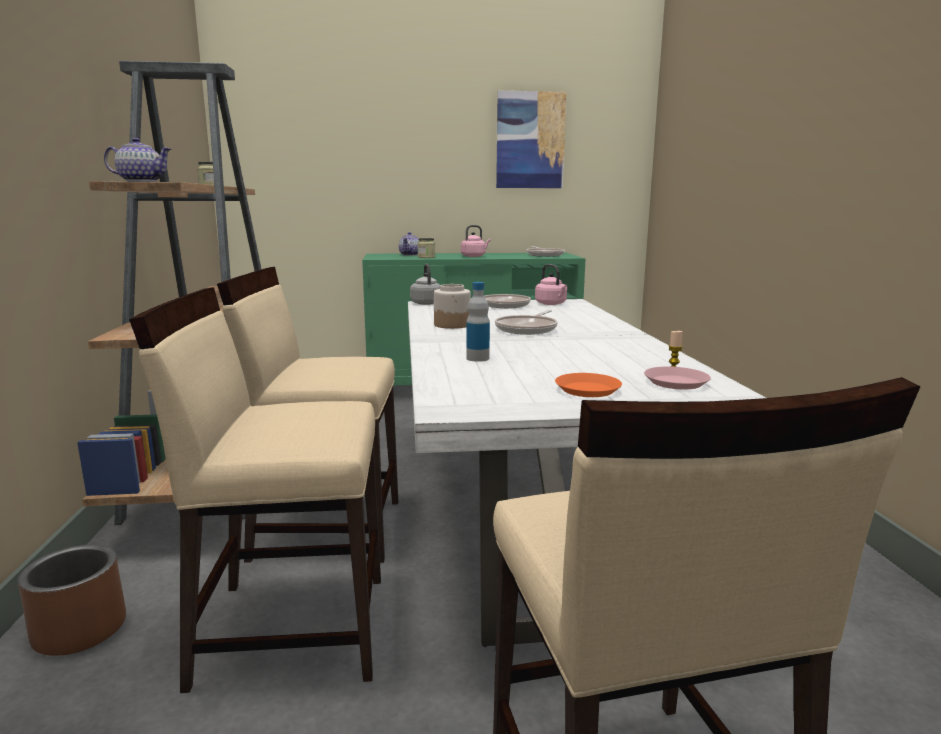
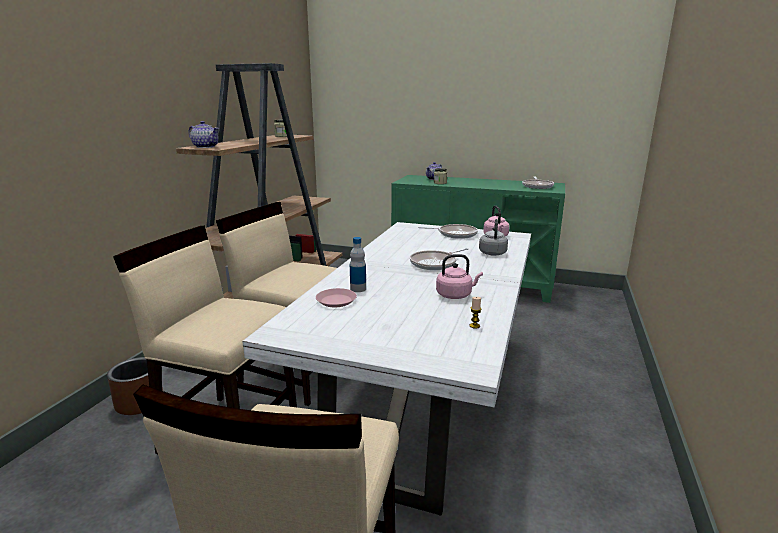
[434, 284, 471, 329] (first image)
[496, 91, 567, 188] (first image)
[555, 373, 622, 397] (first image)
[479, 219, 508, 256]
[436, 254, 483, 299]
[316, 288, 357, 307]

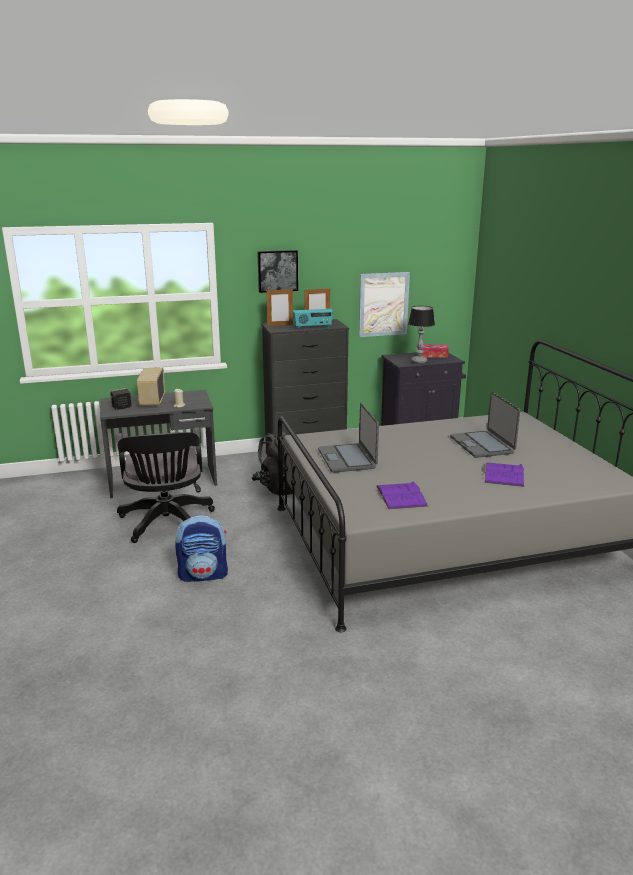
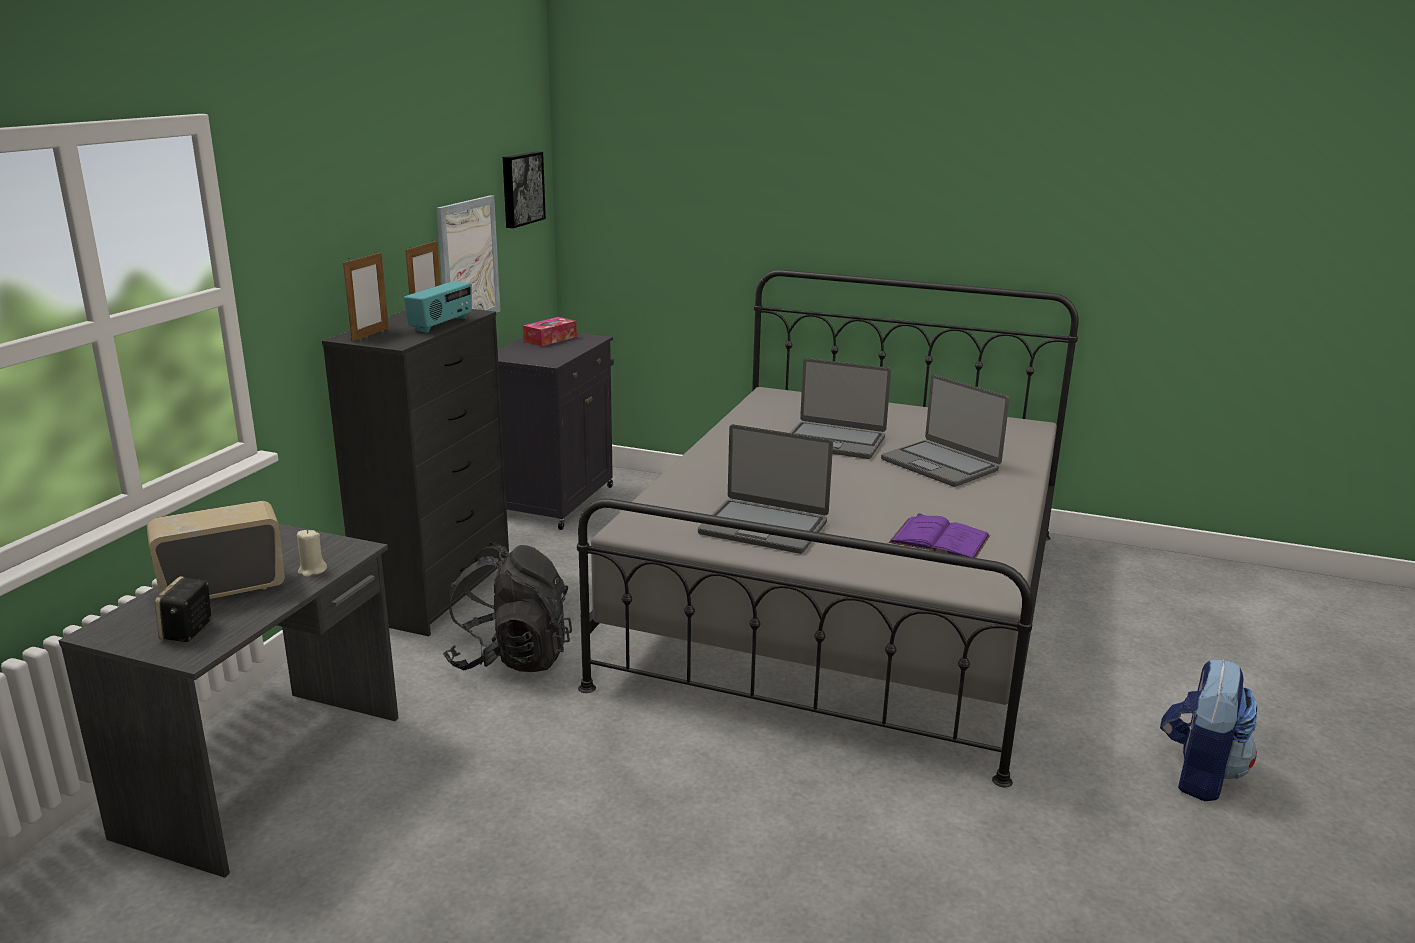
[117, 427, 215, 543] (first image)
[408, 306, 435, 364] (first image)
[1160, 658, 1258, 801]
[503, 151, 546, 228]
[881, 375, 1010, 487]
[147, 501, 285, 599]

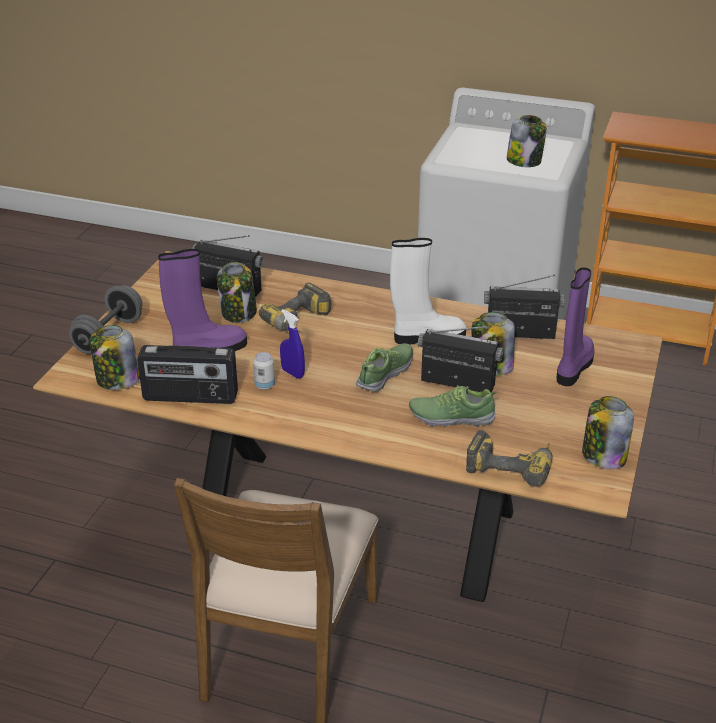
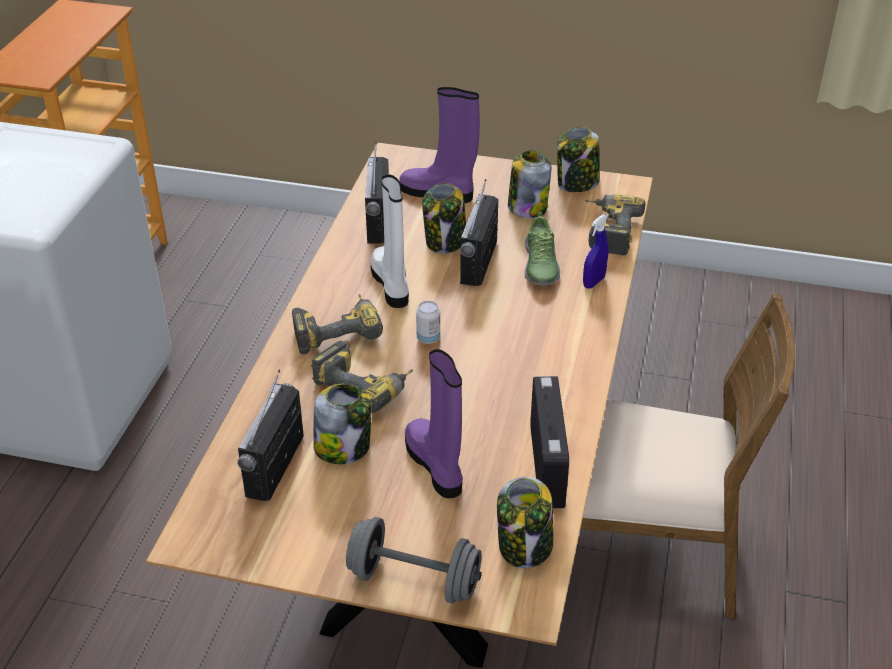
[356, 343, 413, 392] (first image)
[292, 294, 383, 354]
[416, 301, 440, 344]
[583, 214, 608, 289]
[508, 150, 551, 218]

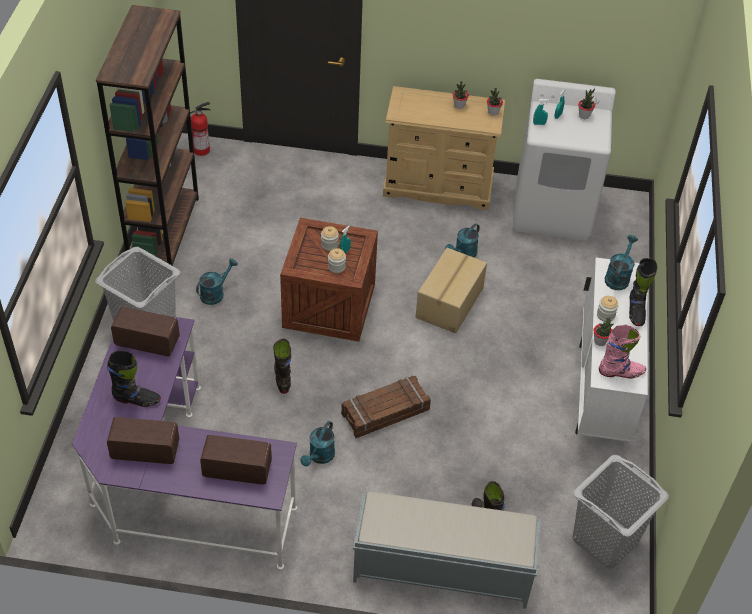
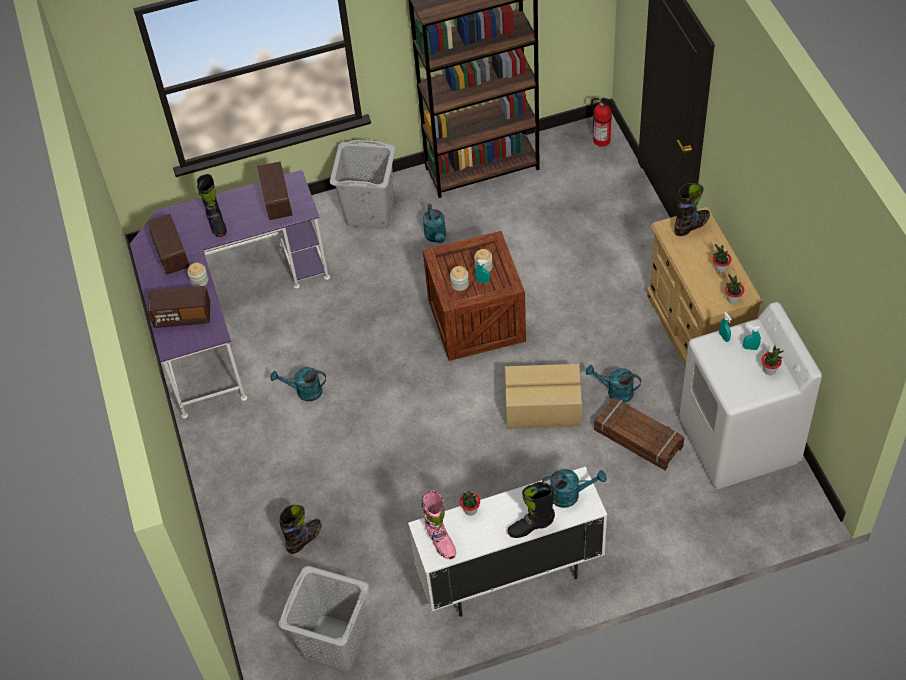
[353, 491, 541, 608] (first image)
[674, 183, 710, 236]
[594, 398, 684, 470]
[187, 263, 208, 287]
[423, 203, 446, 243]
[148, 286, 210, 328]

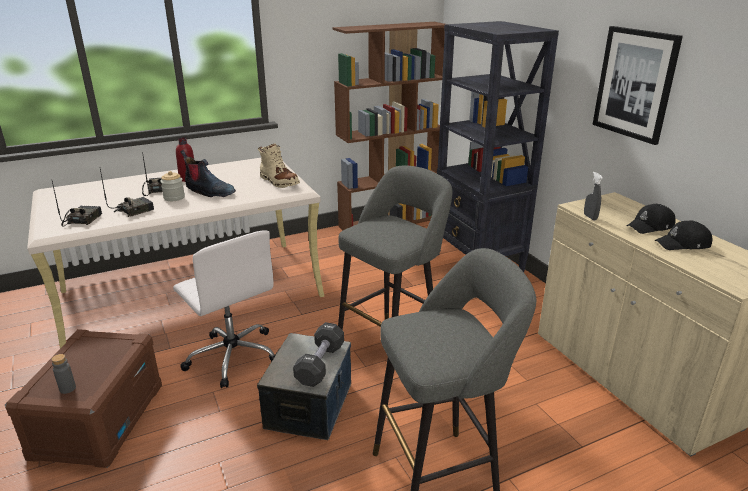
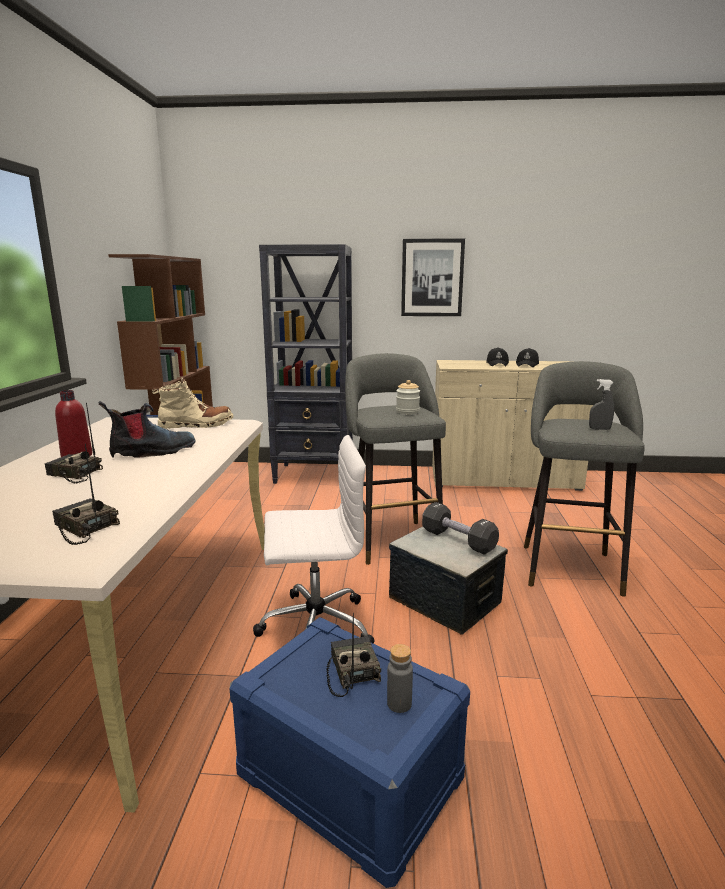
[326, 613, 381, 697]
[396, 380, 420, 414]
[589, 379, 614, 430]
[230, 617, 470, 888]

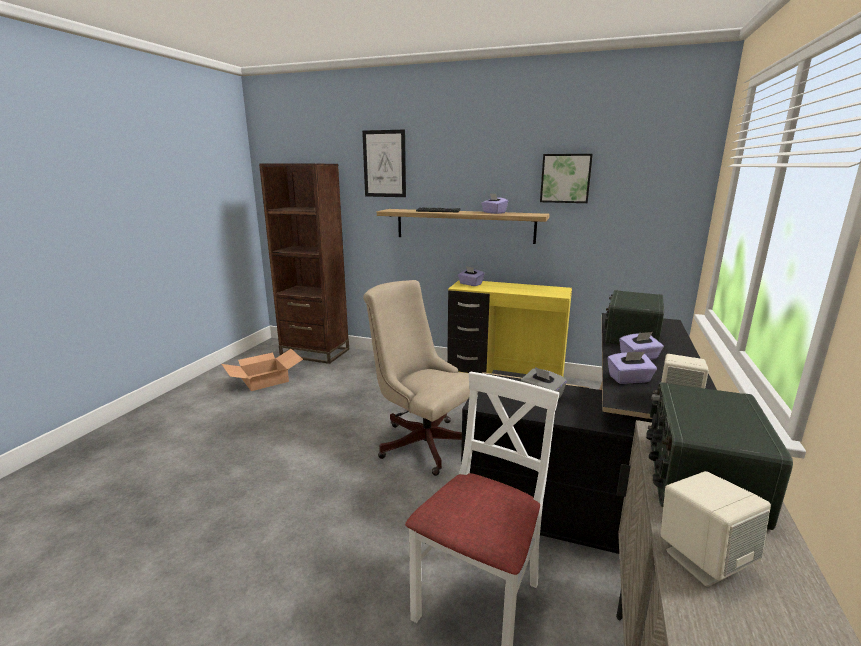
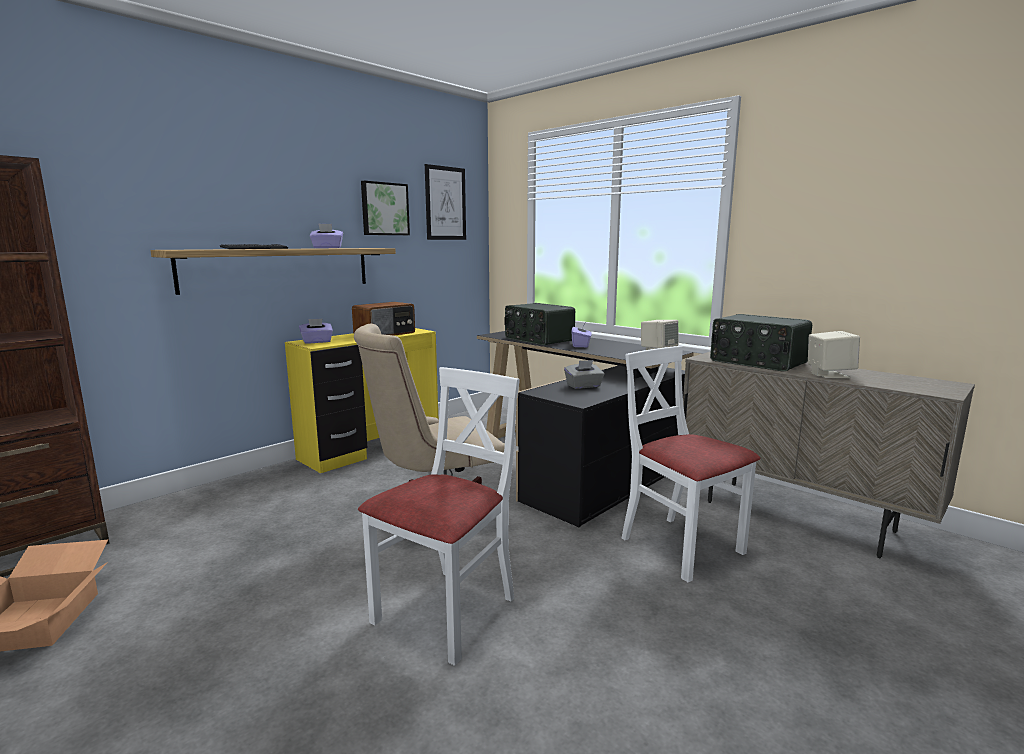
[607, 352, 657, 384] (first image)
[352, 302, 415, 336]
[358, 367, 520, 666]
[425, 164, 466, 240]

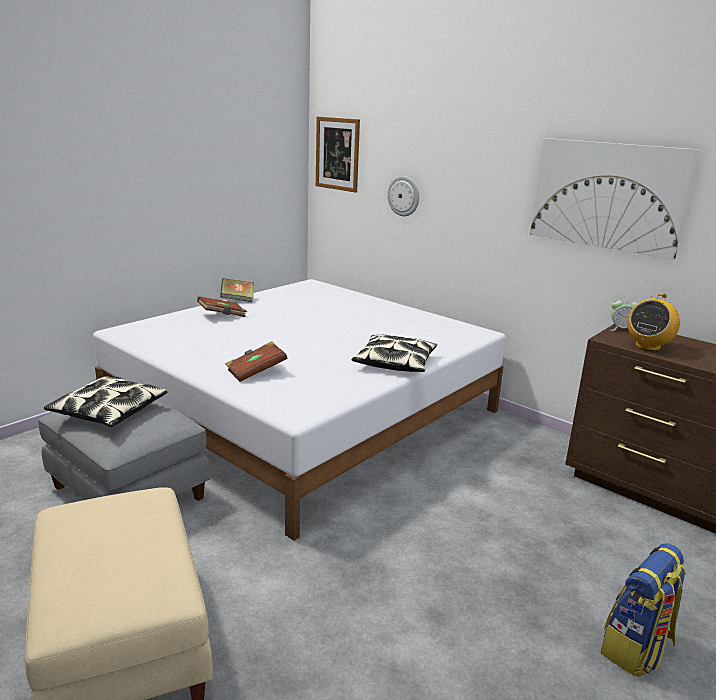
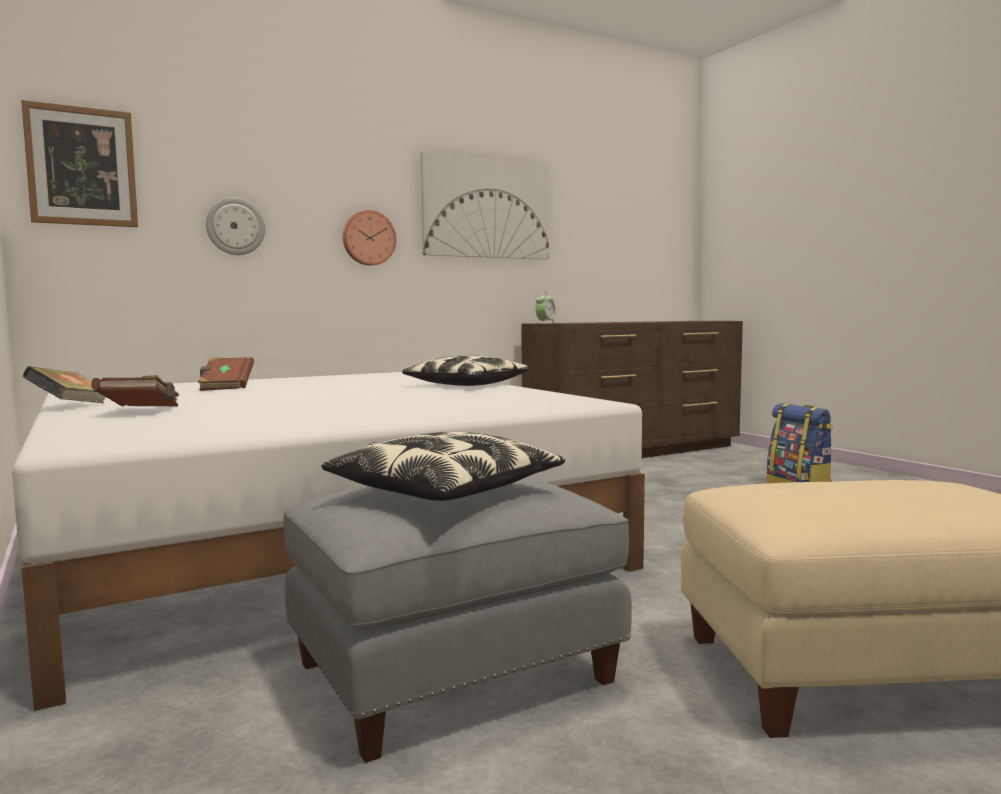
[627, 293, 680, 351] (first image)
[343, 210, 396, 266]
[198, 357, 254, 391]

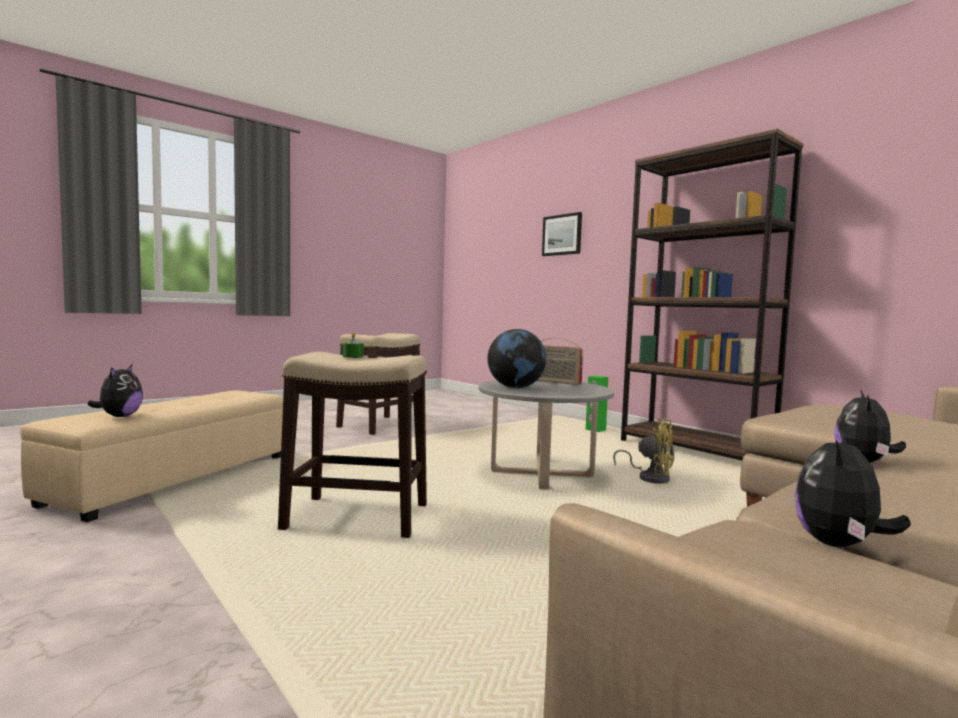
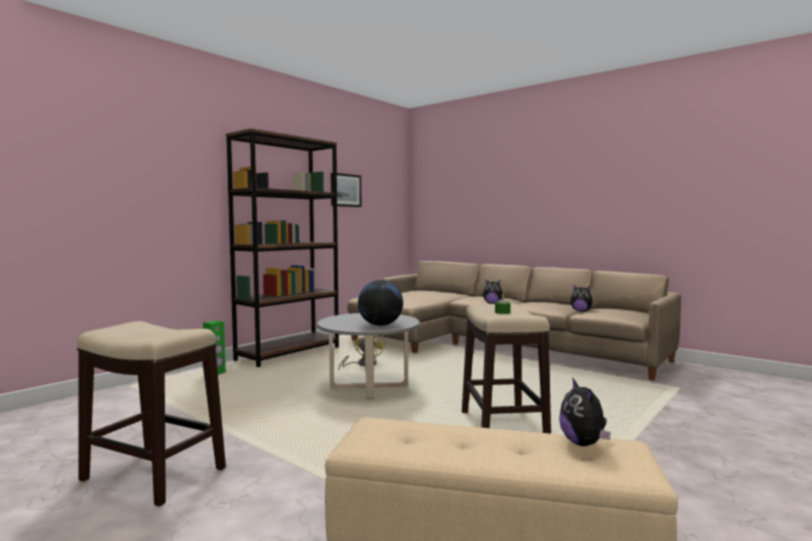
[537, 338, 583, 385] (first image)
[331, 173, 361, 207]
[559, 377, 611, 446]

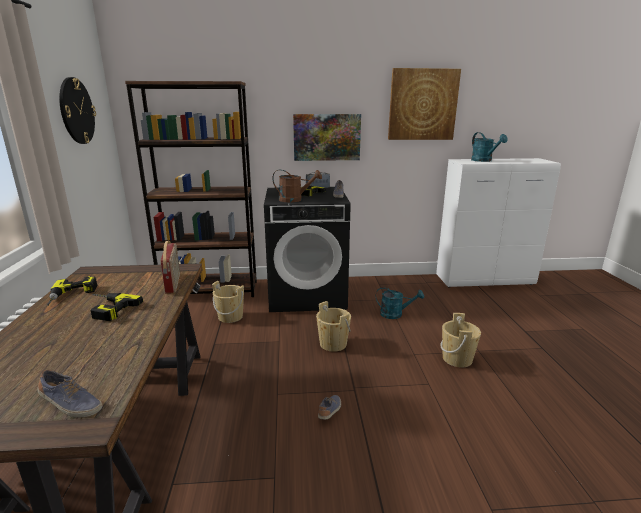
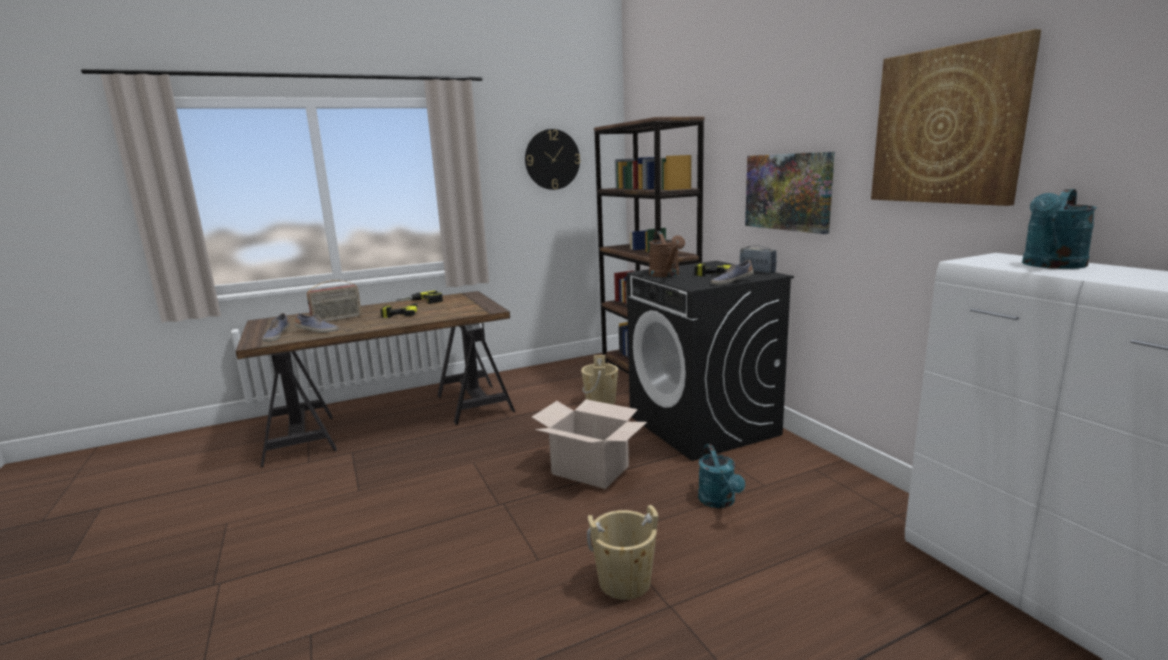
[307, 280, 362, 322]
[294, 313, 339, 333]
[532, 399, 647, 489]

